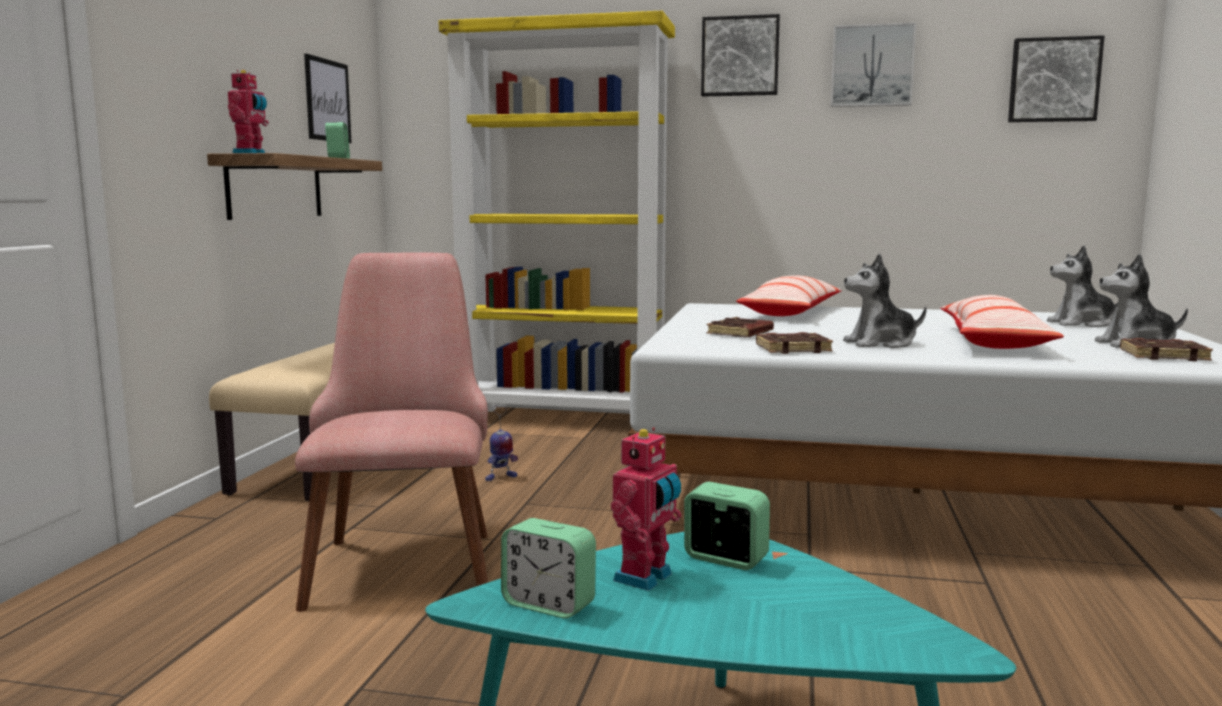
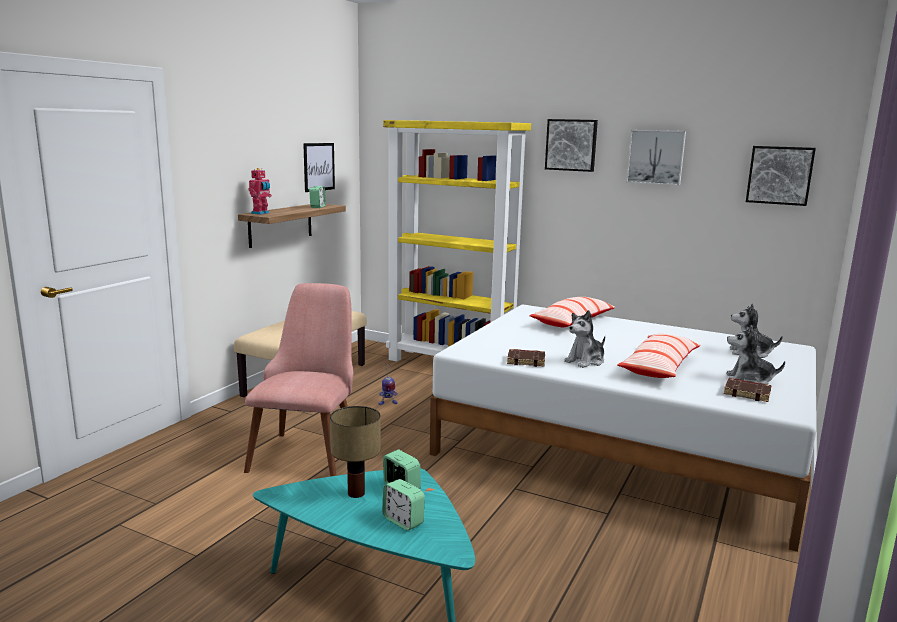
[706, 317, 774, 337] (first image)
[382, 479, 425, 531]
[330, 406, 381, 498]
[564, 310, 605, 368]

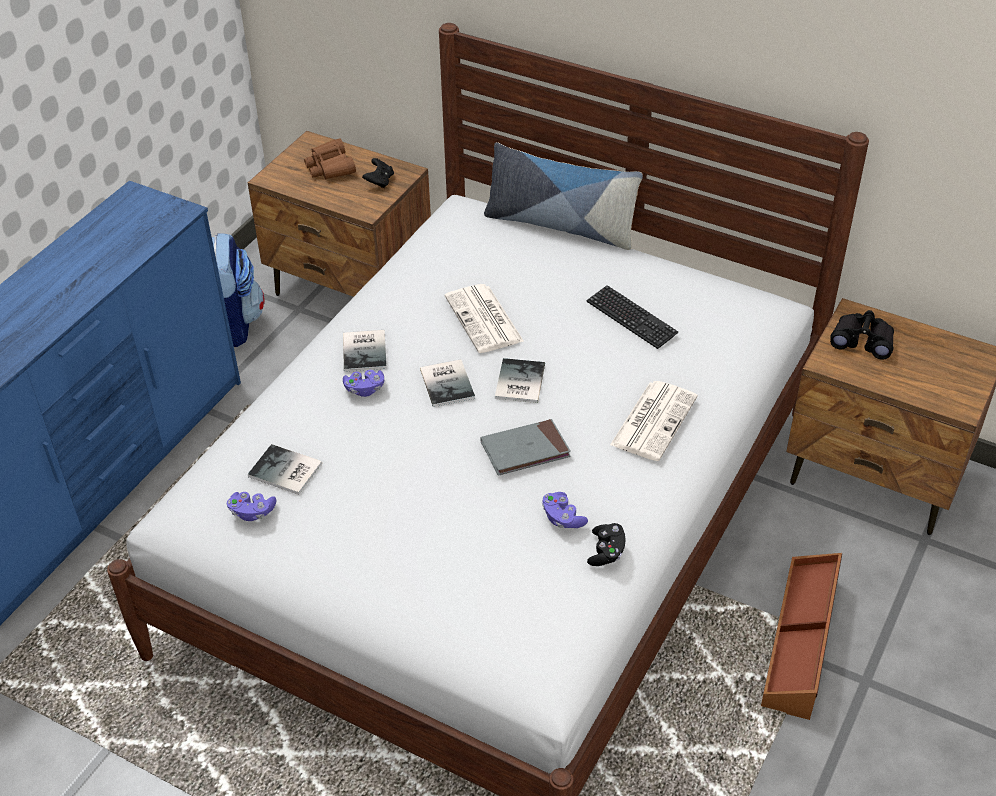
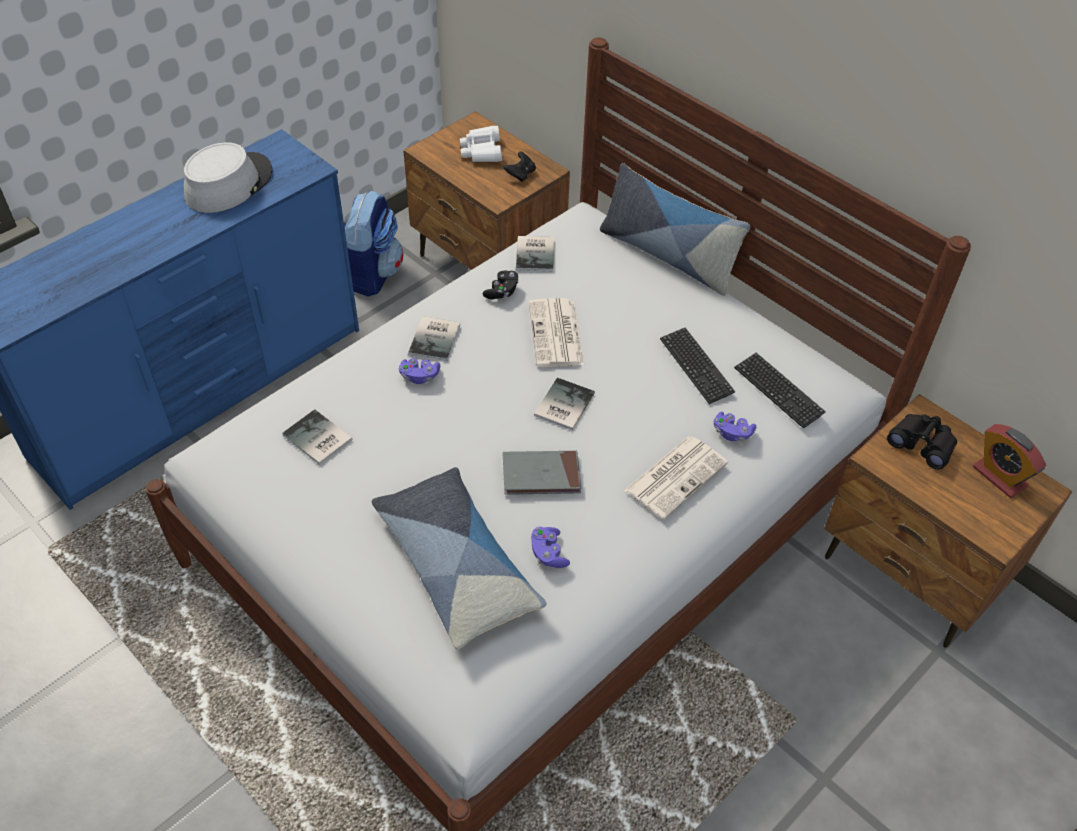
[761, 553, 842, 720] (first image)
[184, 142, 272, 213]
[372, 467, 546, 649]
[734, 353, 826, 429]
[973, 424, 1046, 498]
[714, 412, 756, 441]
[516, 236, 554, 271]
[483, 271, 519, 299]
[460, 126, 502, 162]

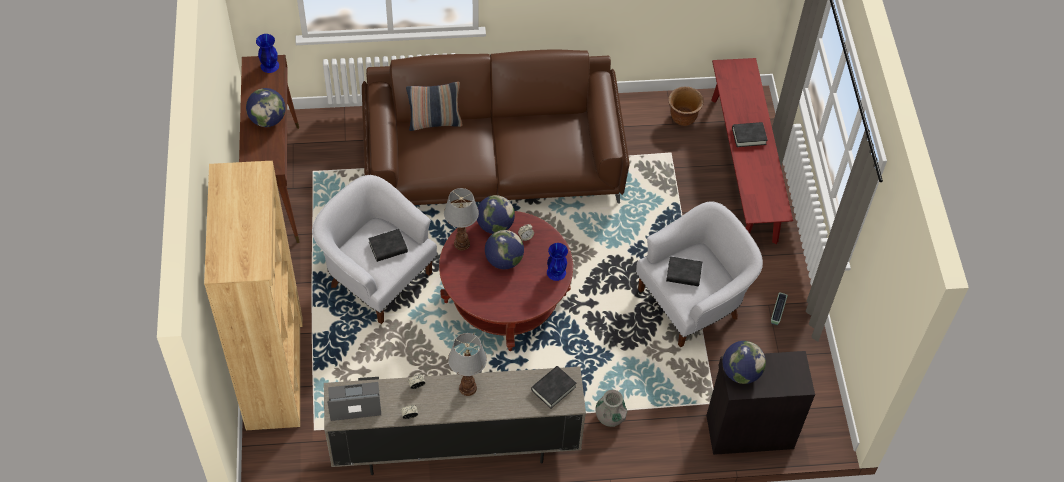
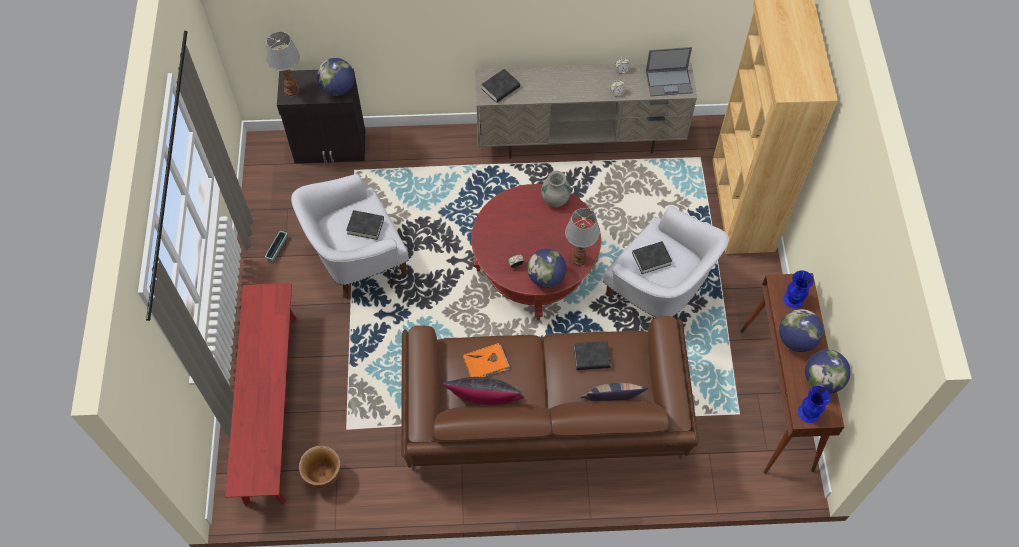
[443, 377, 524, 405]
[463, 343, 510, 377]
[266, 32, 300, 97]
[805, 350, 851, 393]
[783, 270, 814, 309]
[541, 171, 571, 207]
[574, 341, 611, 370]

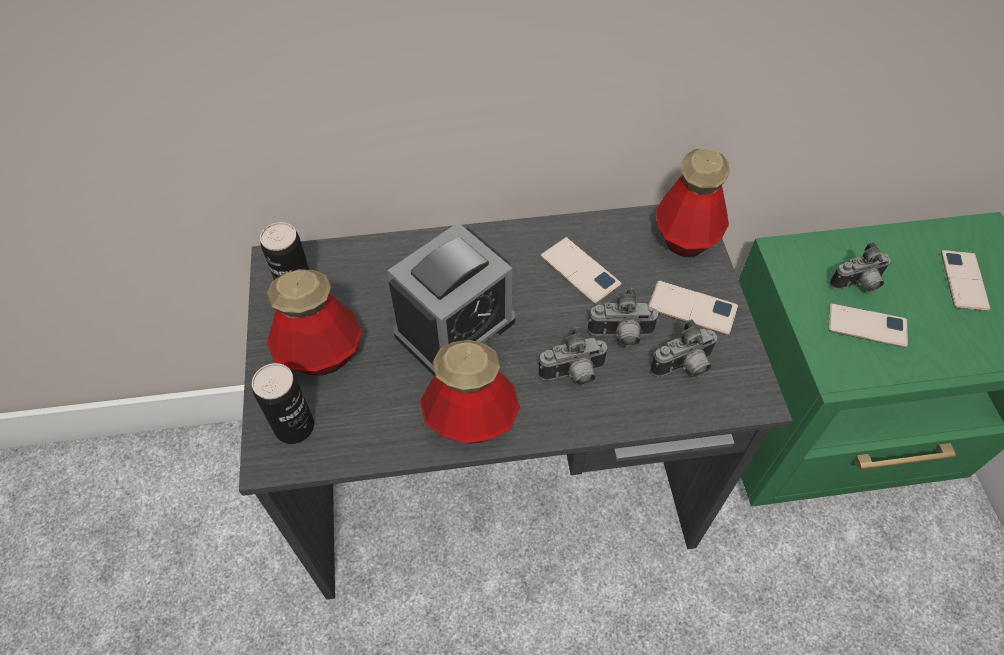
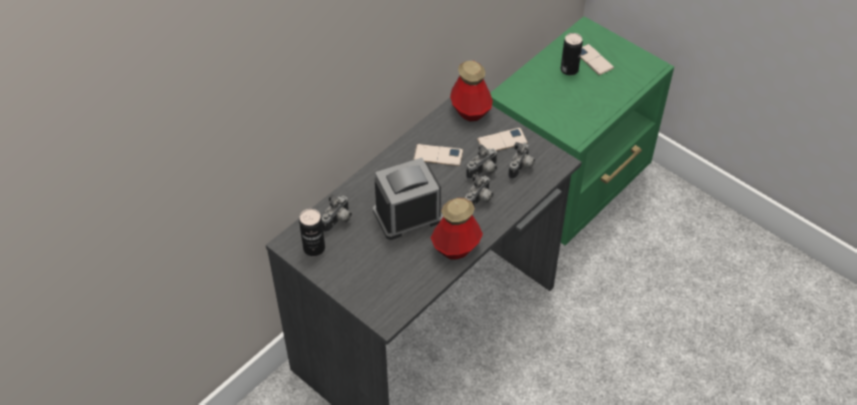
[267, 269, 362, 376] (first image)
[829, 303, 908, 348] (first image)
[561, 33, 583, 75]
[322, 194, 352, 232]
[373, 158, 443, 240]

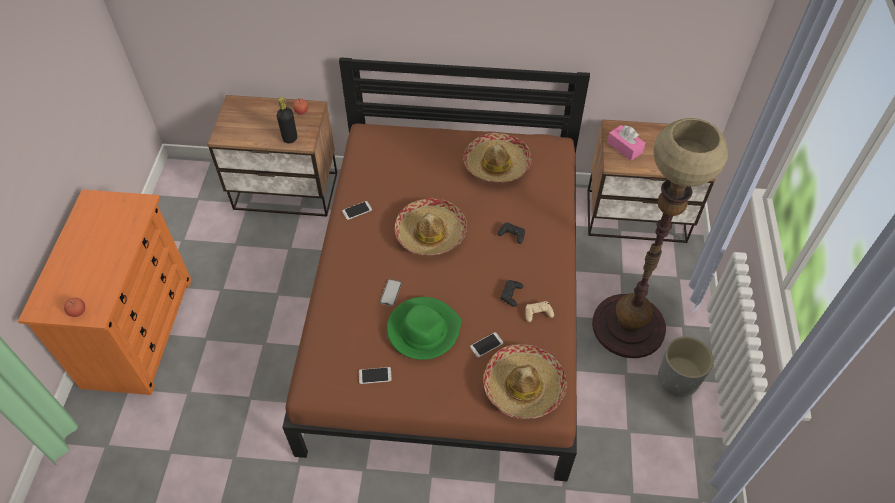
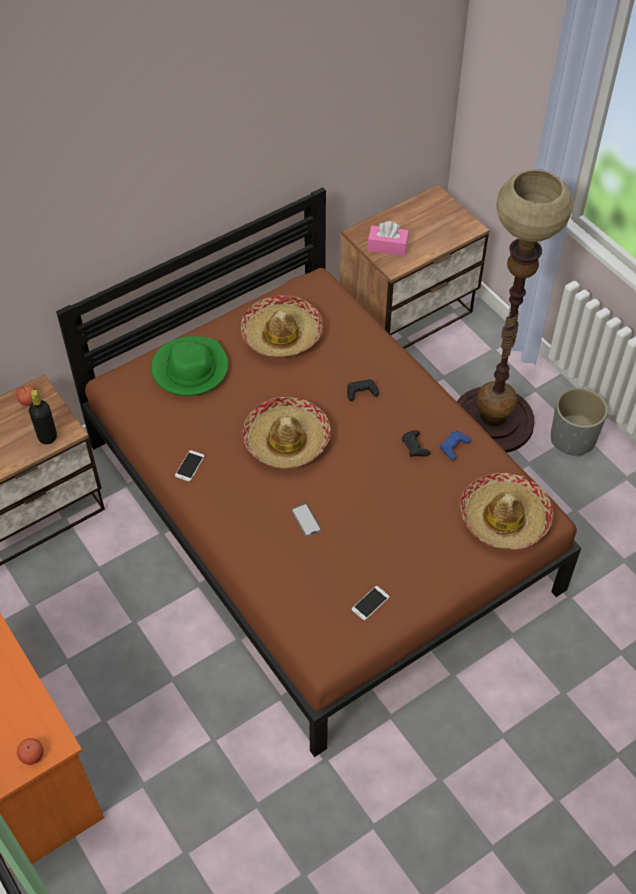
[470, 332, 503, 358] (first image)
[151, 336, 228, 396]
[440, 431, 471, 461]

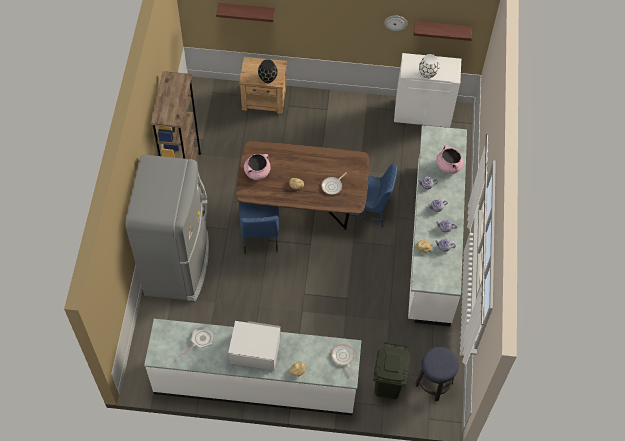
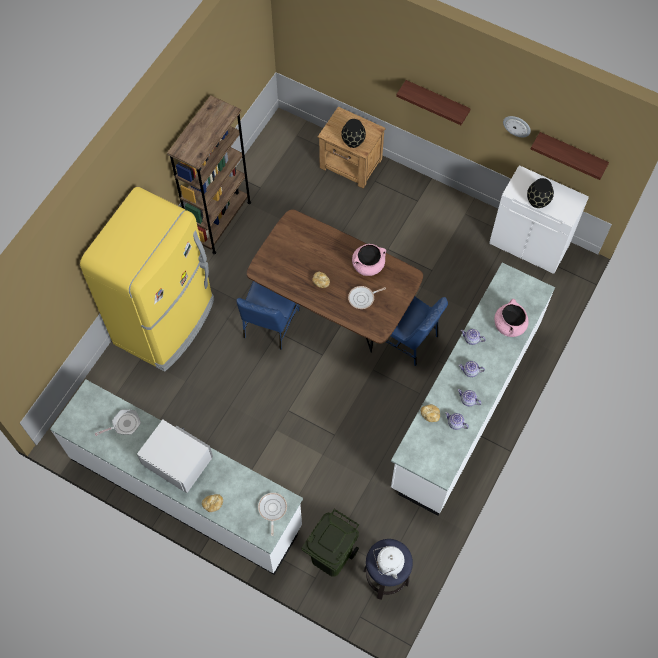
[373, 546, 405, 579]
[396, 80, 471, 125]
[352, 244, 386, 276]
[80, 187, 214, 372]
[527, 178, 554, 208]

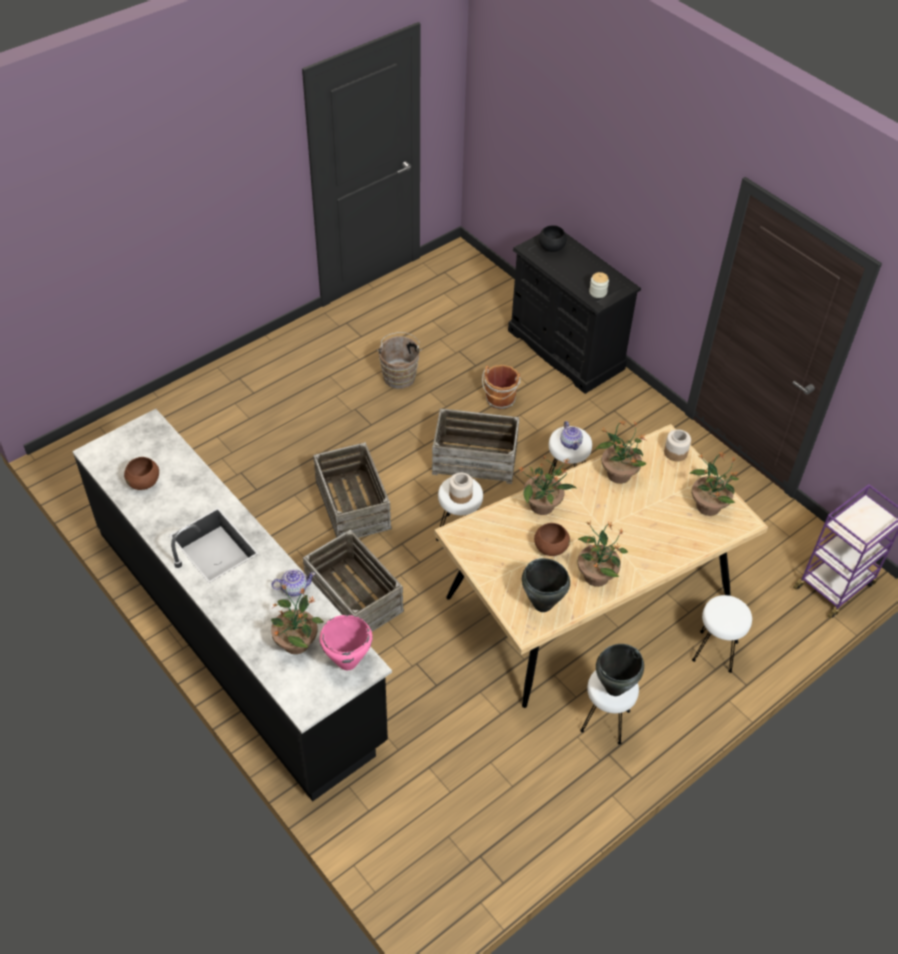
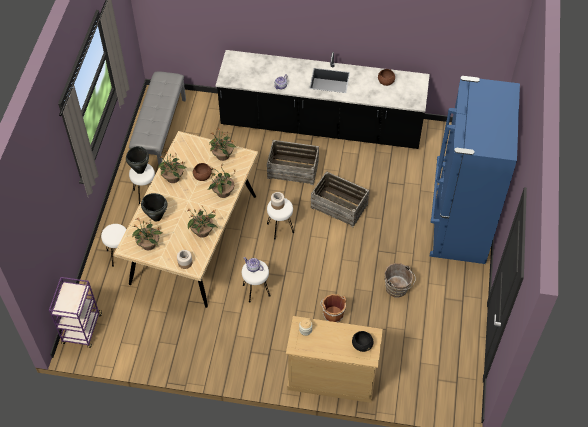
[320, 615, 373, 670] (first image)
[432, 408, 520, 484] (first image)
[129, 72, 186, 165]
[430, 76, 520, 264]
[209, 128, 236, 161]
[141, 193, 168, 222]
[286, 316, 383, 403]

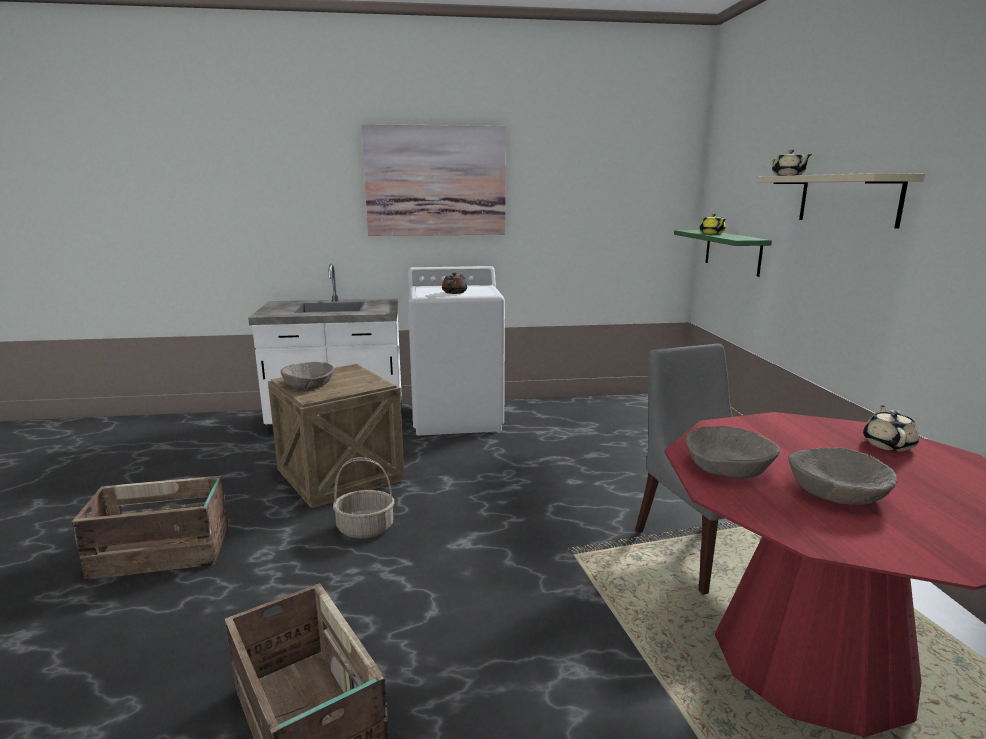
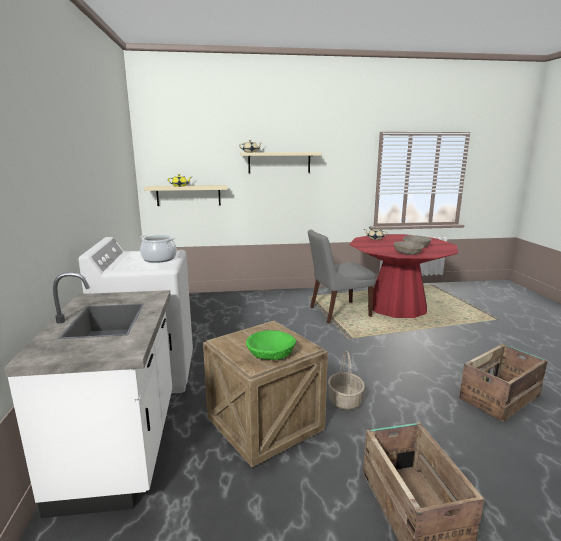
[362, 124, 506, 236] (first image)
[140, 235, 177, 263]
[246, 330, 296, 360]
[144, 185, 228, 206]

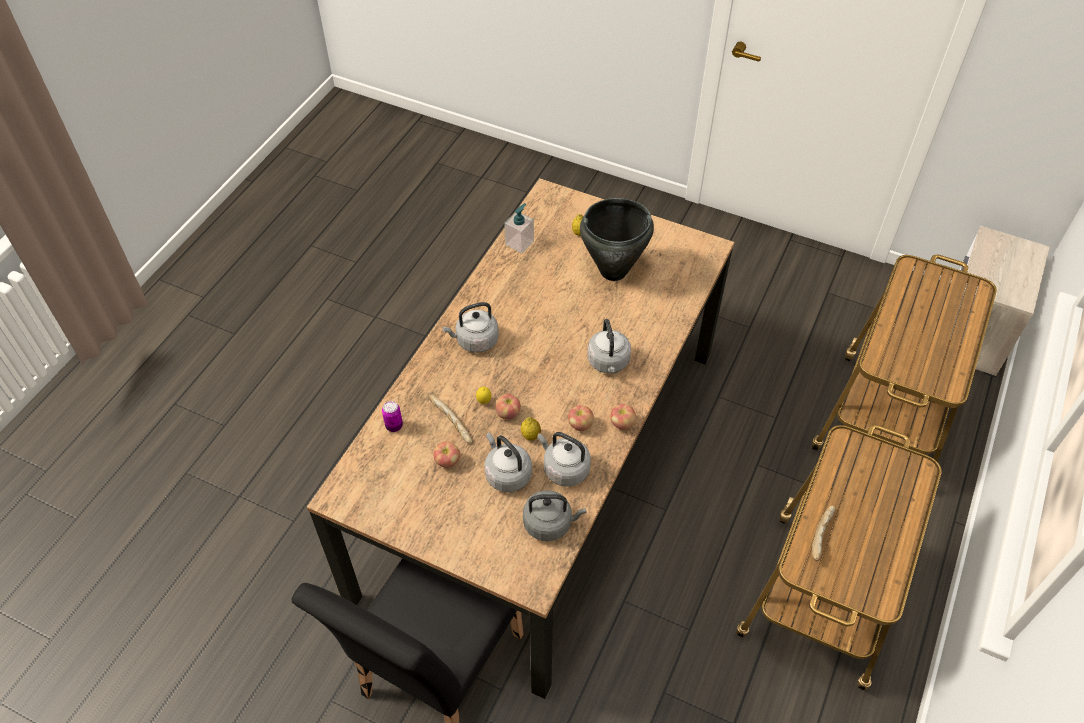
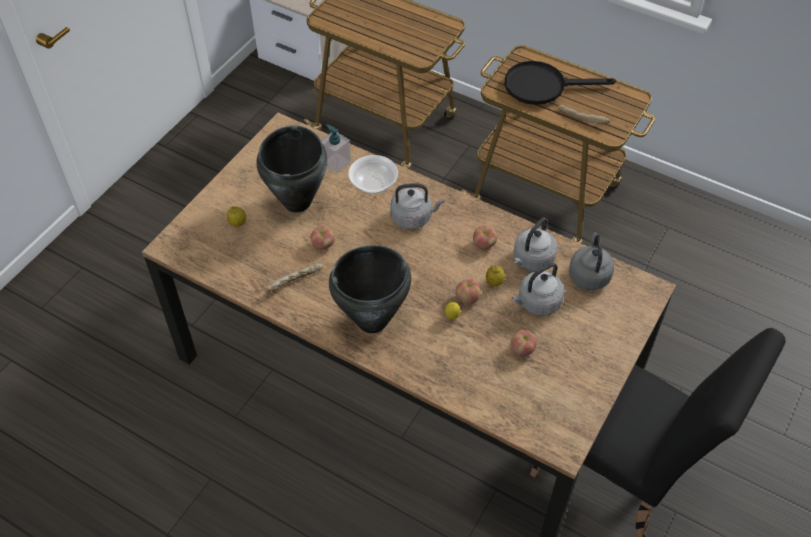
[382, 401, 403, 432] (first image)
[348, 155, 398, 194]
[504, 61, 616, 105]
[266, 264, 323, 292]
[321, 124, 351, 173]
[311, 226, 335, 250]
[329, 245, 411, 333]

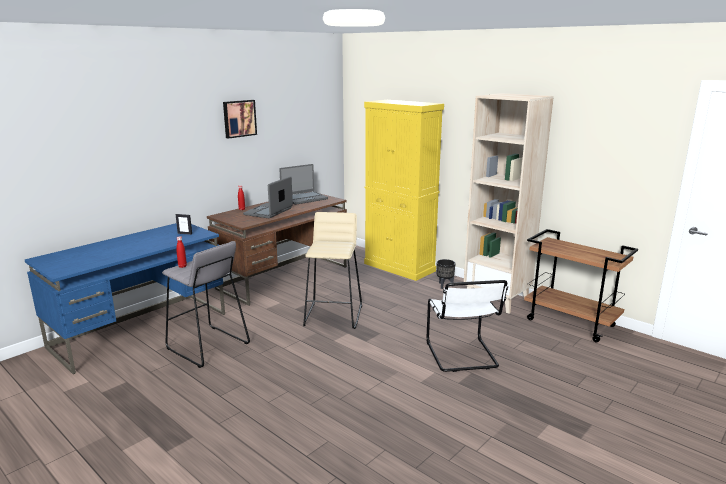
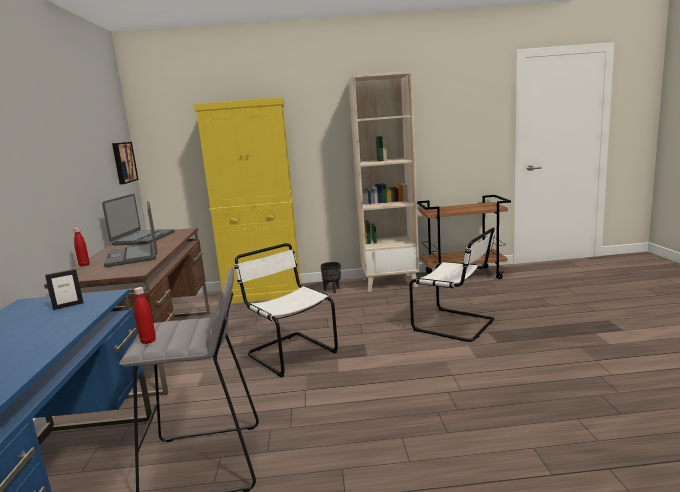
[112, 142, 139, 184]
[234, 243, 338, 377]

